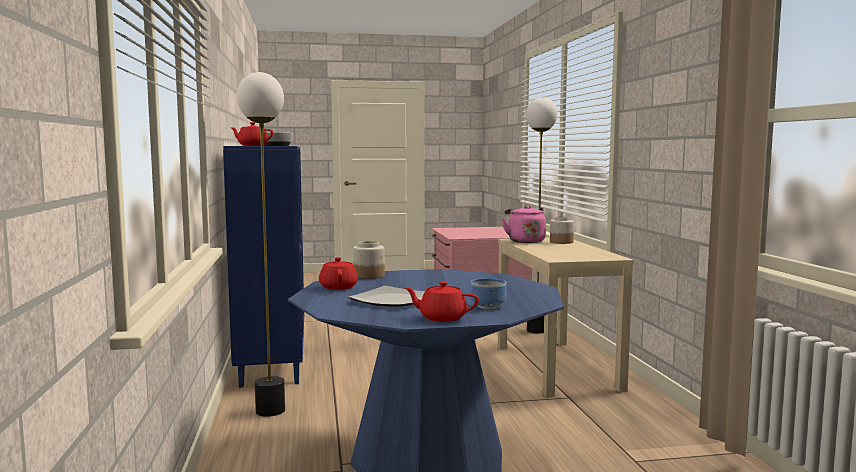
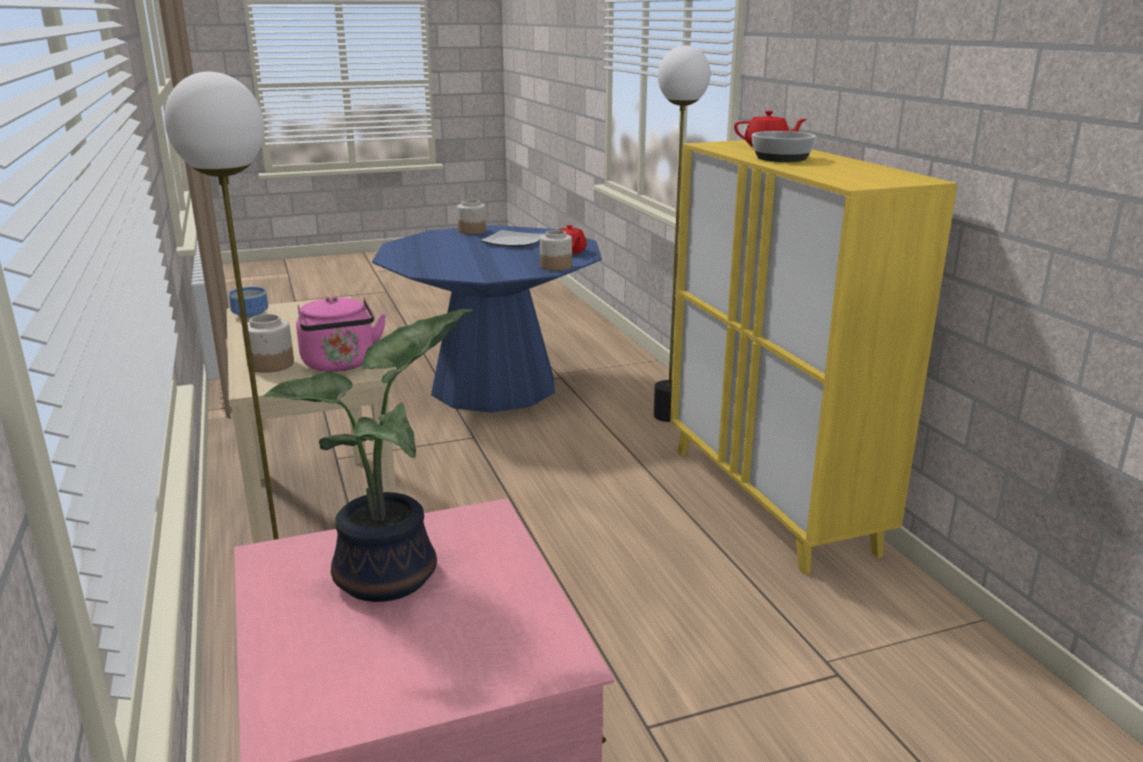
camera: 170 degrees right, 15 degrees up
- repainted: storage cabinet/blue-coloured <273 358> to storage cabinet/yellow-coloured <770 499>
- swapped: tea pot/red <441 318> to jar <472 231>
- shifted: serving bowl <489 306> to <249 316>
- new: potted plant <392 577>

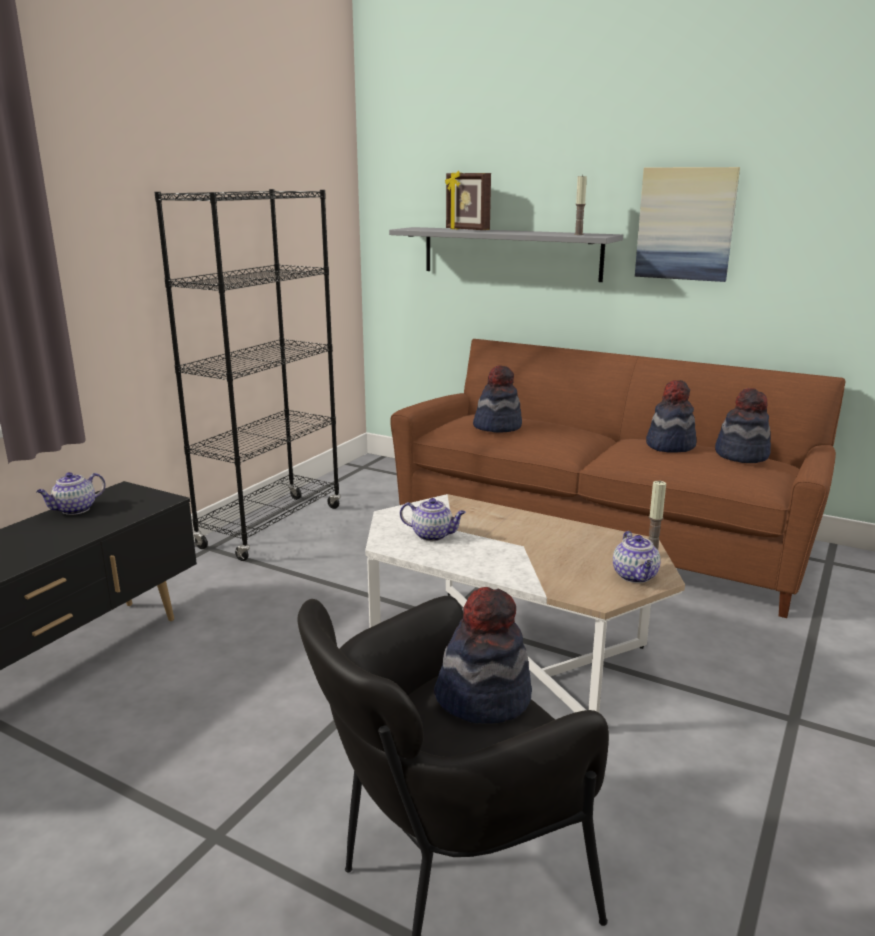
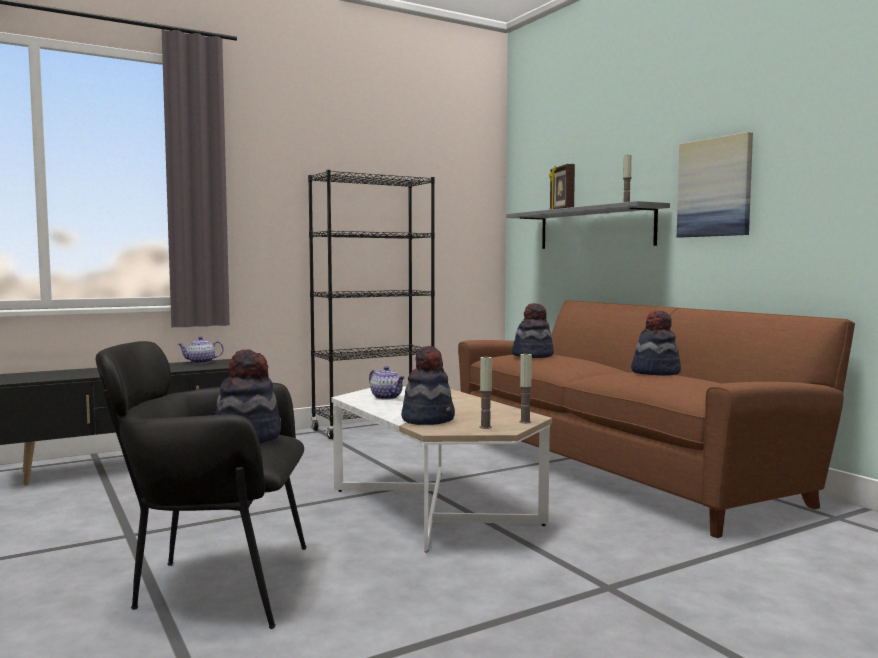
camera: 30 degrees right, 15 degrees down
- swapped: tea pot <635 576> to wax candle <485 427>
- shifted: clothing hat <741 455> to <428 419>

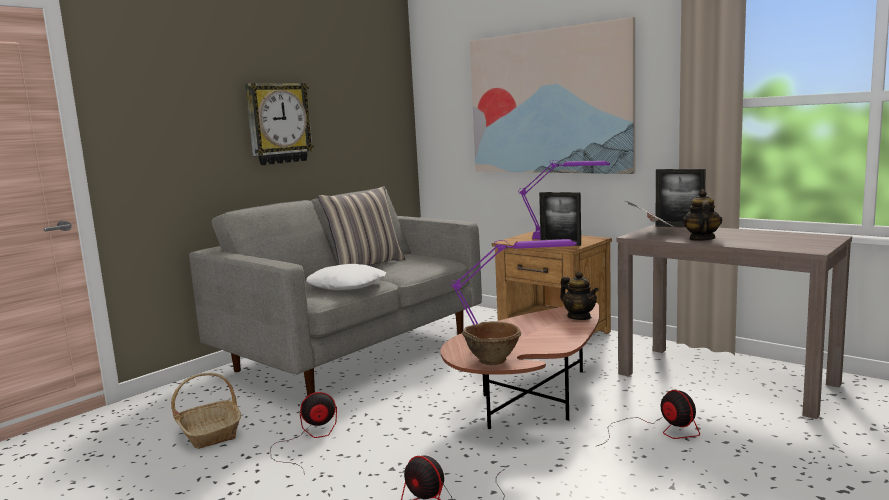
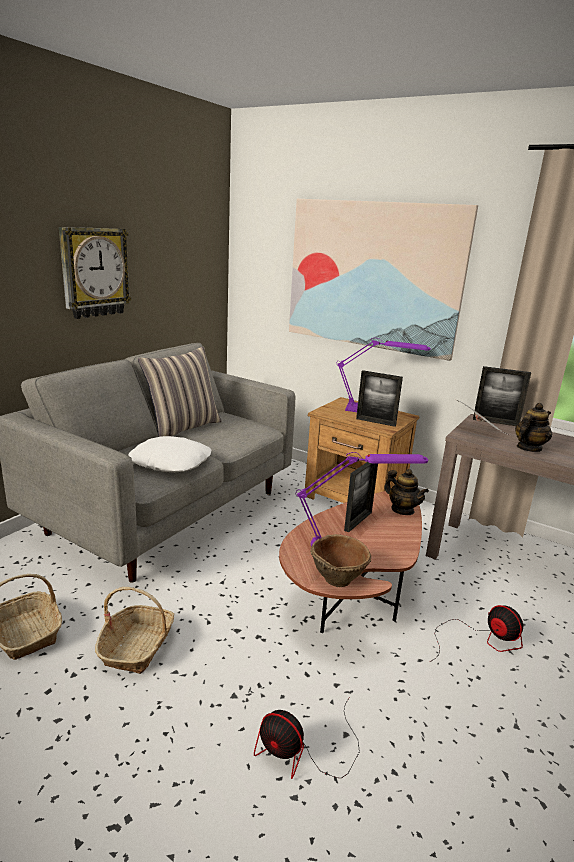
camera: 10 degrees left, 10 degrees up
- swapped: cooling fan <308 439> to household basket <137 646>
- rotated: tea pot <701 239> = <528 448> 45 degrees clockwise
- new: picture frame <358 521>

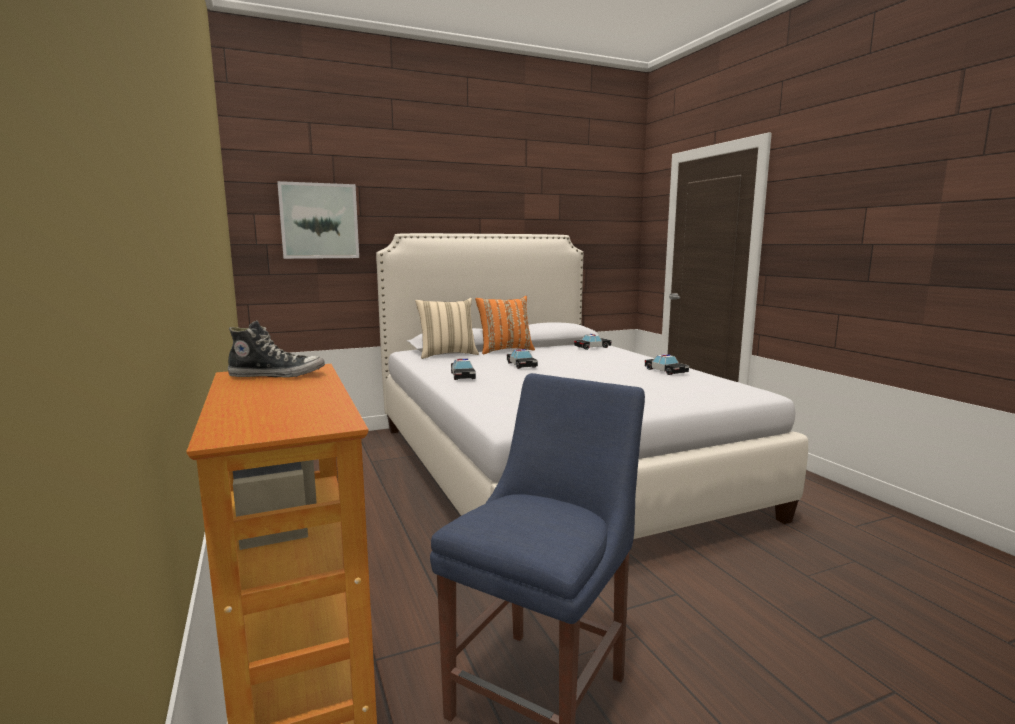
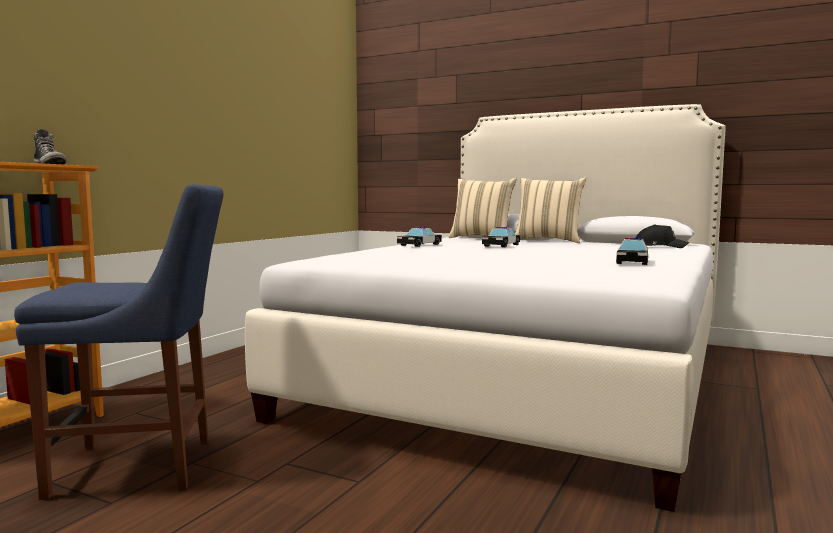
camera: 50 degrees right, 5 degrees down
- gone: wall picture <319 221>
- repainted: cushion/orange <504 350> to cushion/beige <548 241>
- swapped: model car <592 347> to peaked cap/black-coloured <659 246>

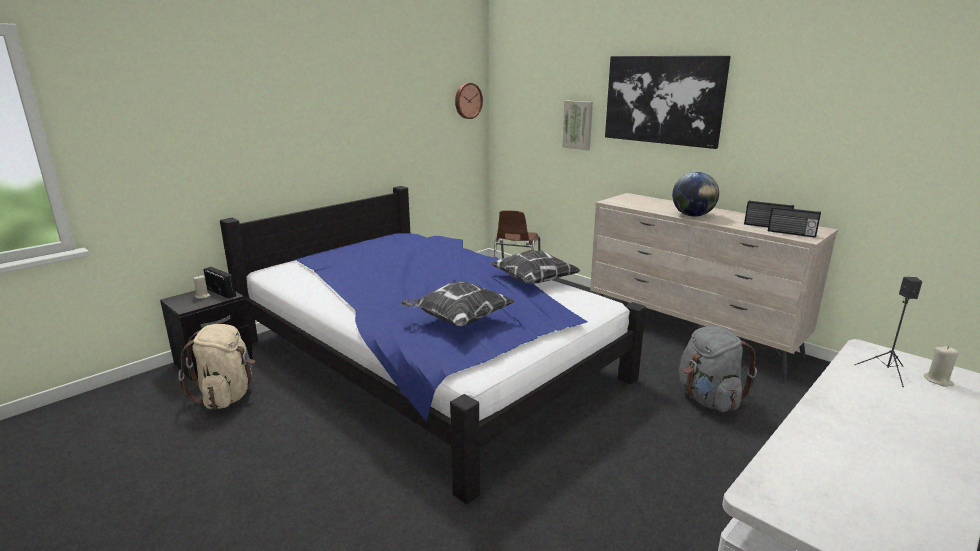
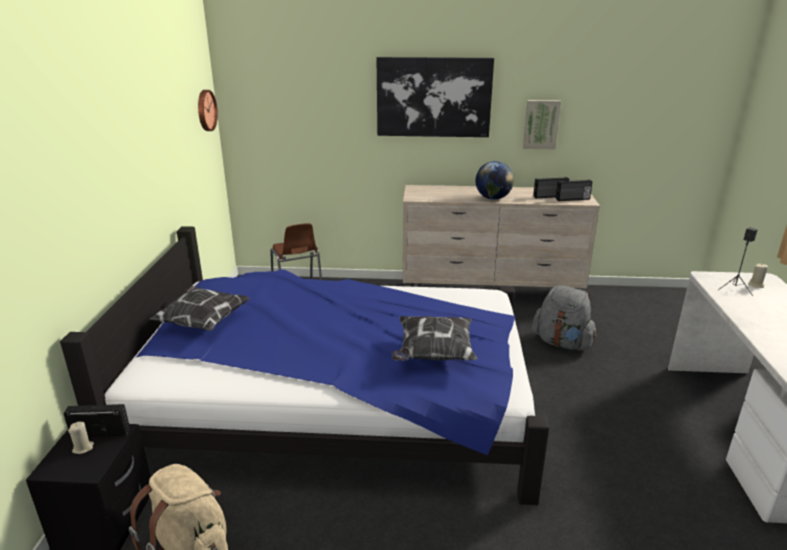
camera: 40 degrees left, 5 degrees up
- shifted: cushion <534 281> to <203 322>
- shifted: wall picture <578 125> to <541 124>

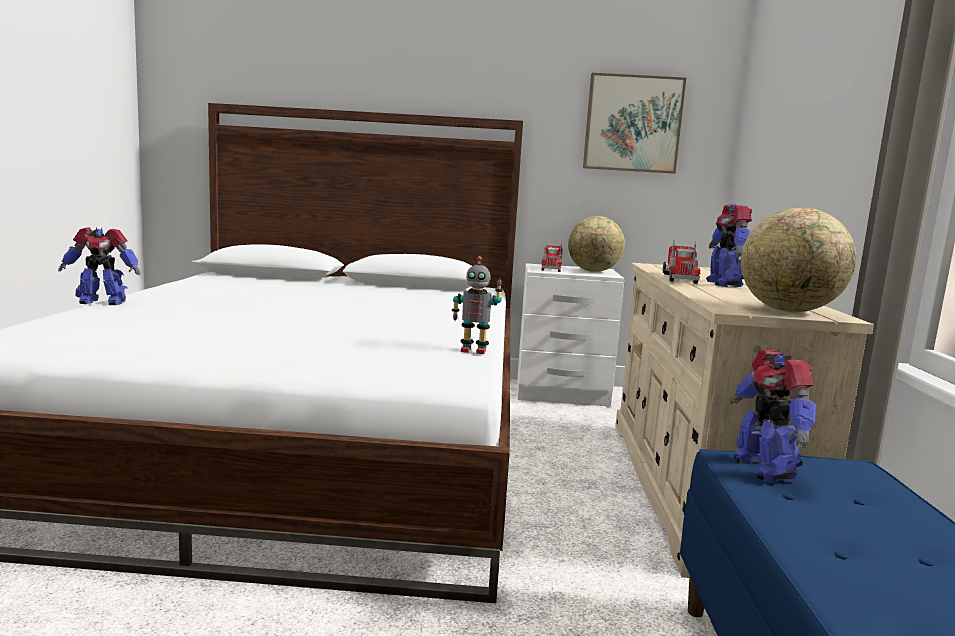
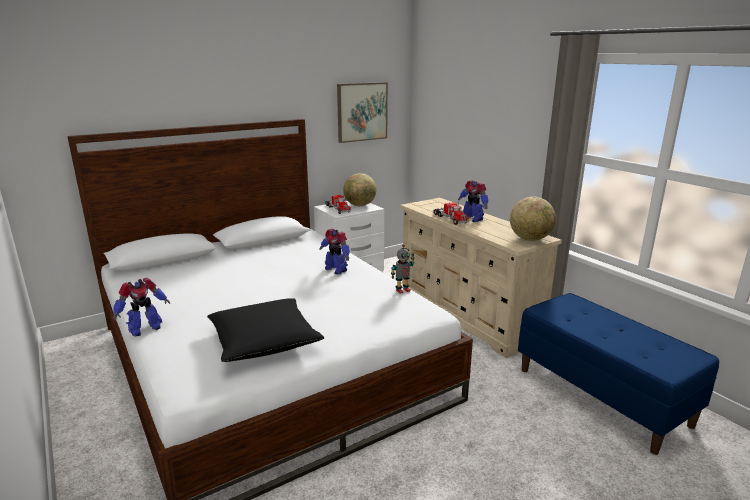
camera: 35 degrees left, 10 degrees up
- shifted: toy robot <764 468> to <336 269>
- new: cushion/black-coloured <264 341>

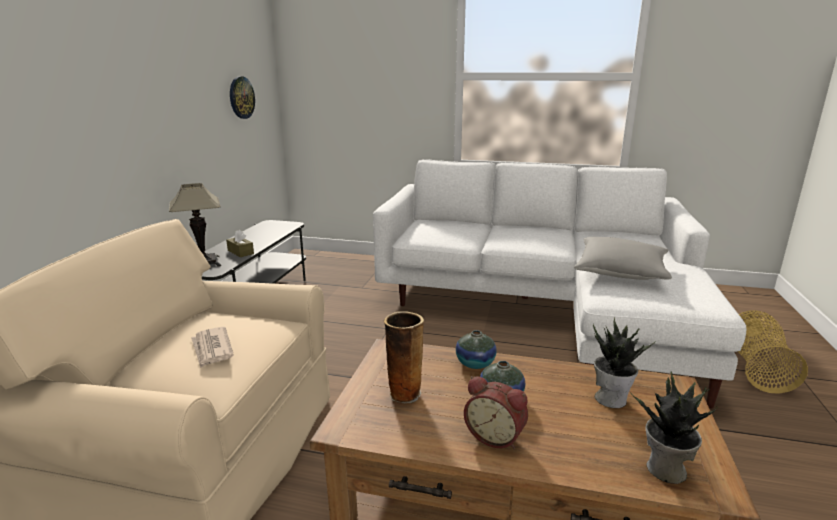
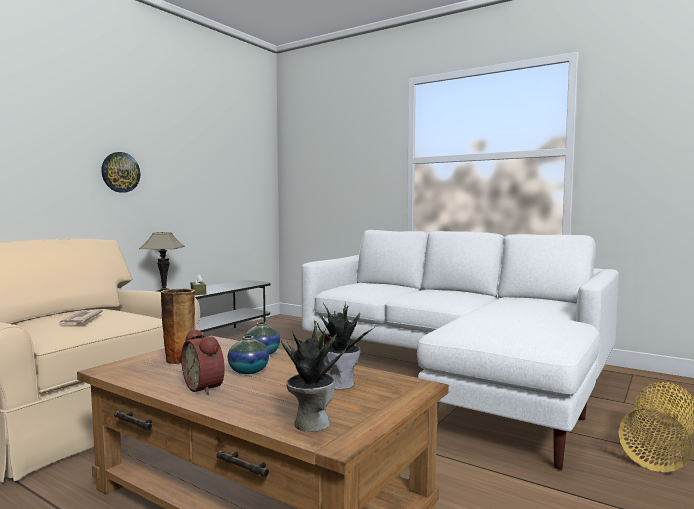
camera: 20 degrees right, 15 degrees down
- shifted: wall clock <241 97> to <120 172>
- gone: cushion/gray <620 272>

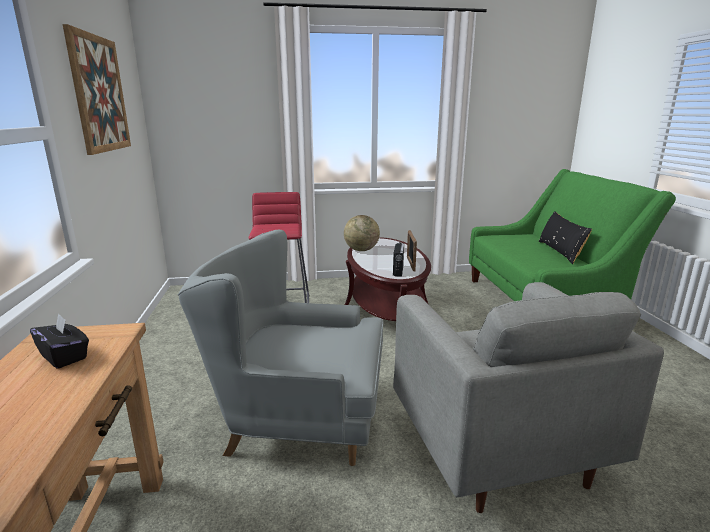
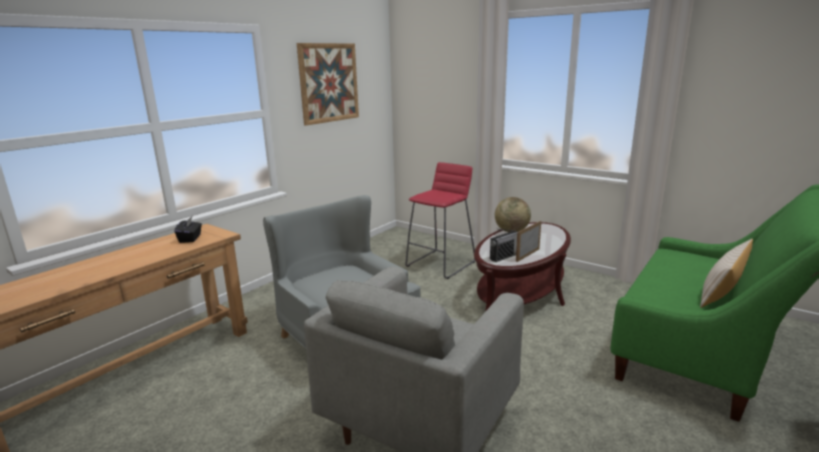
camera: 45 degrees right, 0 degrees up
- repainted: cushion/black-coloured <559 252> to cushion/beige <722 291>

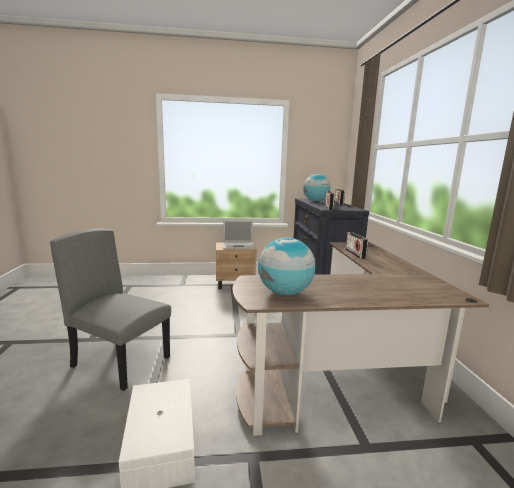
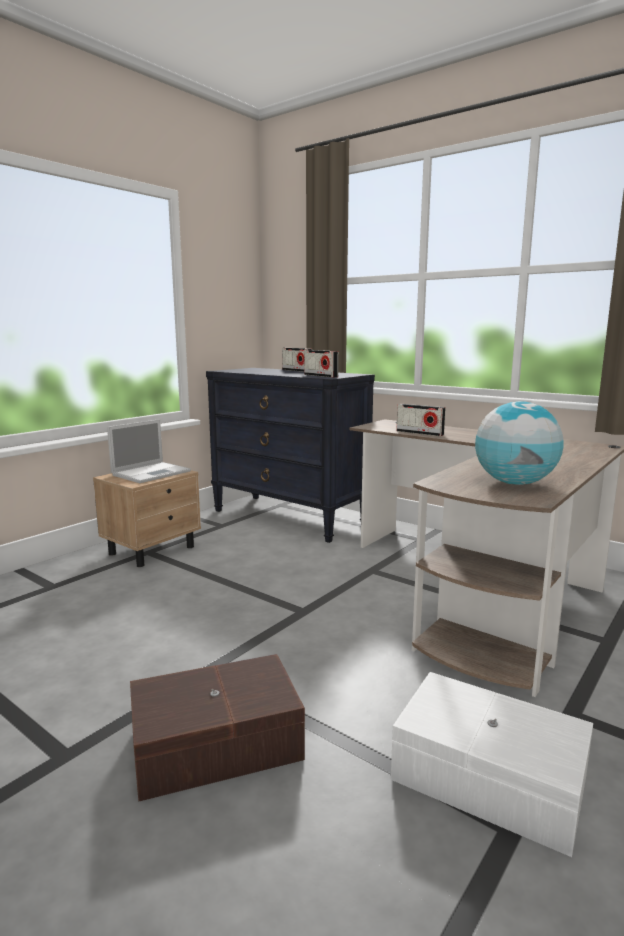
camera: 45 degrees left, 0 degrees up
- swapped: upright chair/gray <121 361> to storage box/brown <214 743>
- gone: globe <315 201>

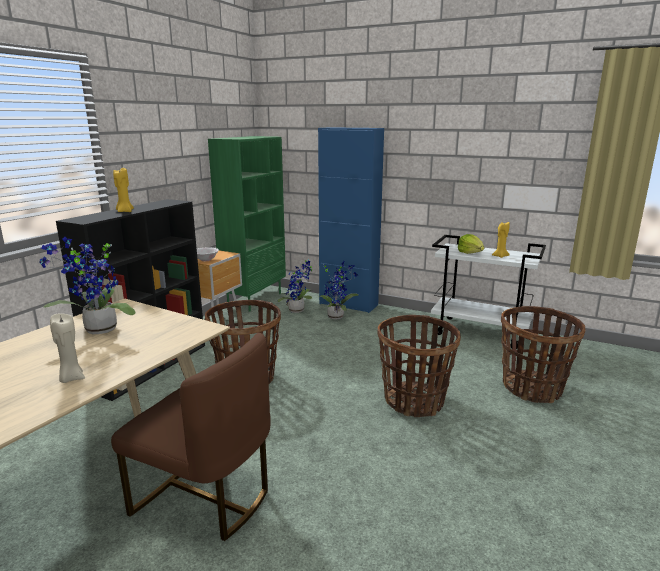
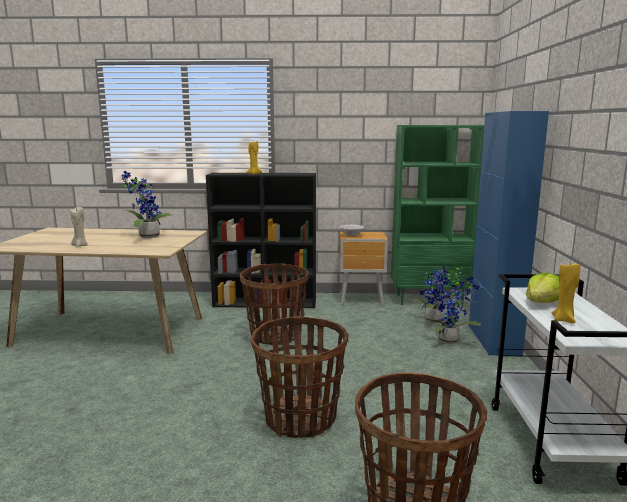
camera: 65 degrees right, 5 degrees down
- gone: upright chair/brown <205 498>

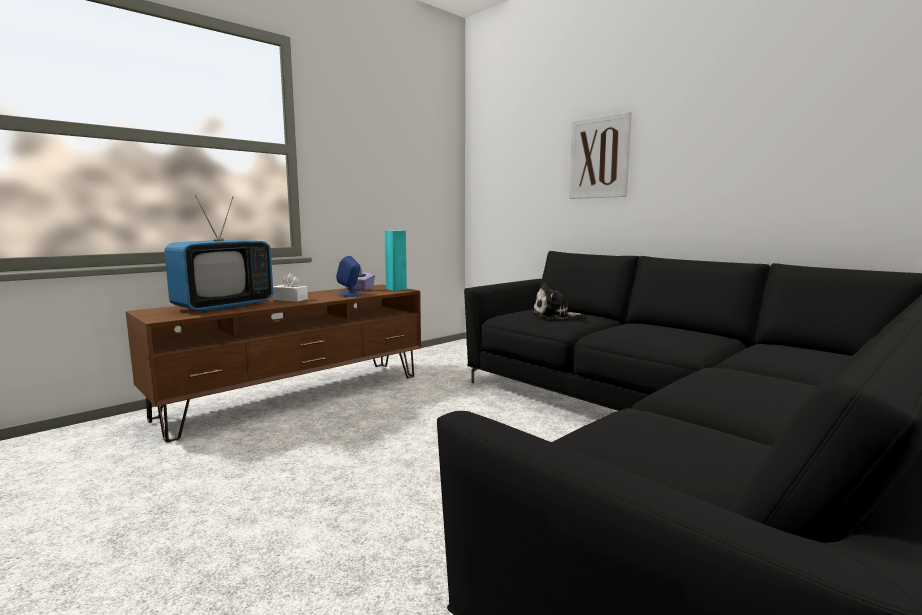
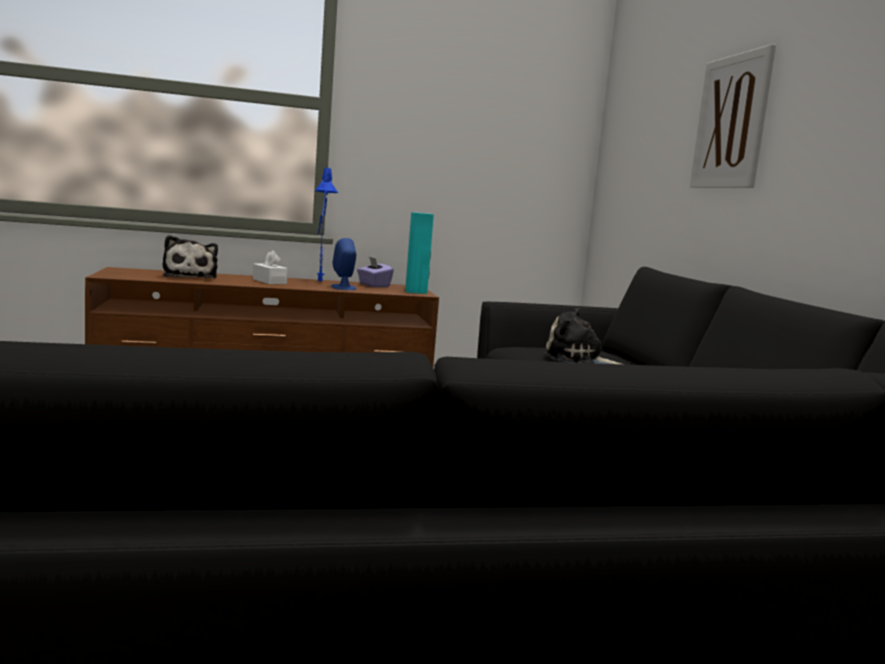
camera: 30 degrees right, 0 degrees up
- swapped: TV set <224 306> to cuddly toy <190 276>
- new: table lamp/blue-coloured <319 283>

